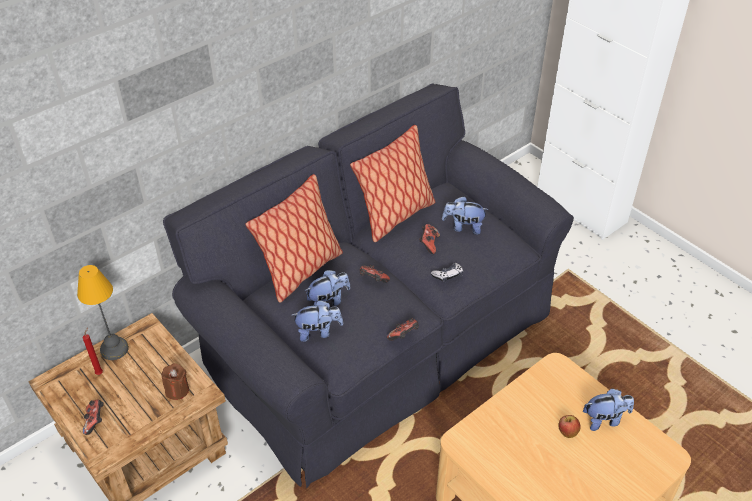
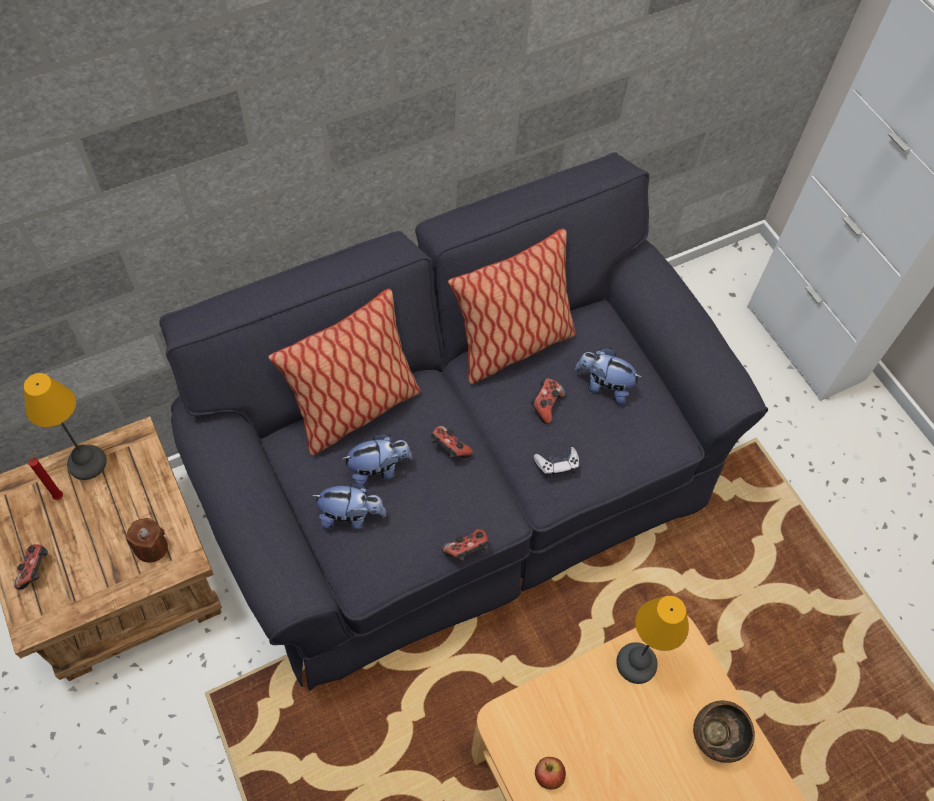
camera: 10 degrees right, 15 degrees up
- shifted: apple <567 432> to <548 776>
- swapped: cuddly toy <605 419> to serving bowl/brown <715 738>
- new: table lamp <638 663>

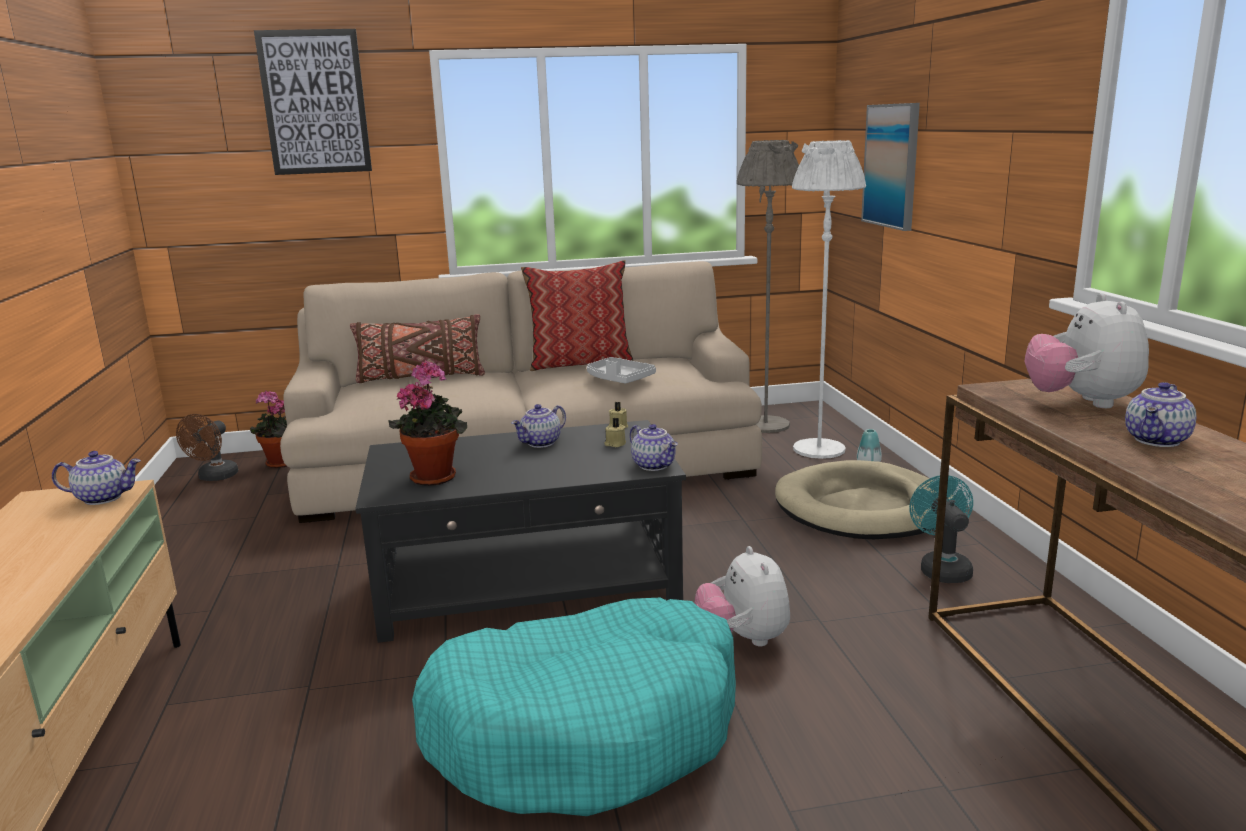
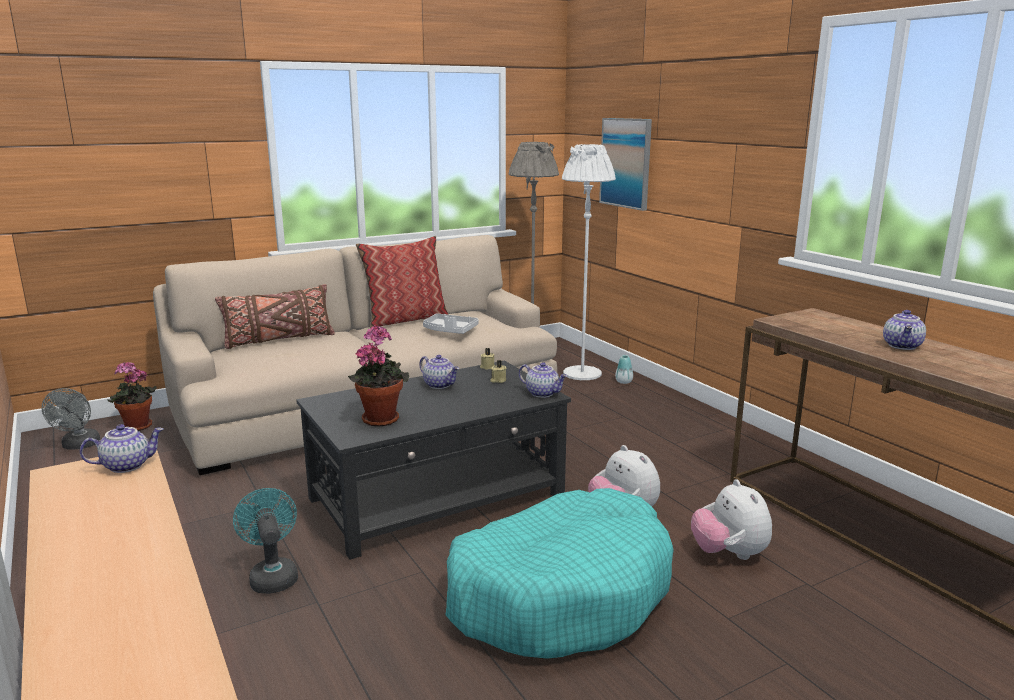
camera: 20 degrees left, 0 degrees up
- repainted: cooling fan/brown <214 477> to cooling fan/gray <79 446>
- gone: wall picture <315 102>
- rotated: tea pot <541 443> = <440 385> 75 degrees counterclockwise
- gone: dog cushion/beige <864 509>
- shifted: cooling fan/blue-green <942 568> to <272 576>
- shifted: cuddly toy <1081 402> to <729 554>

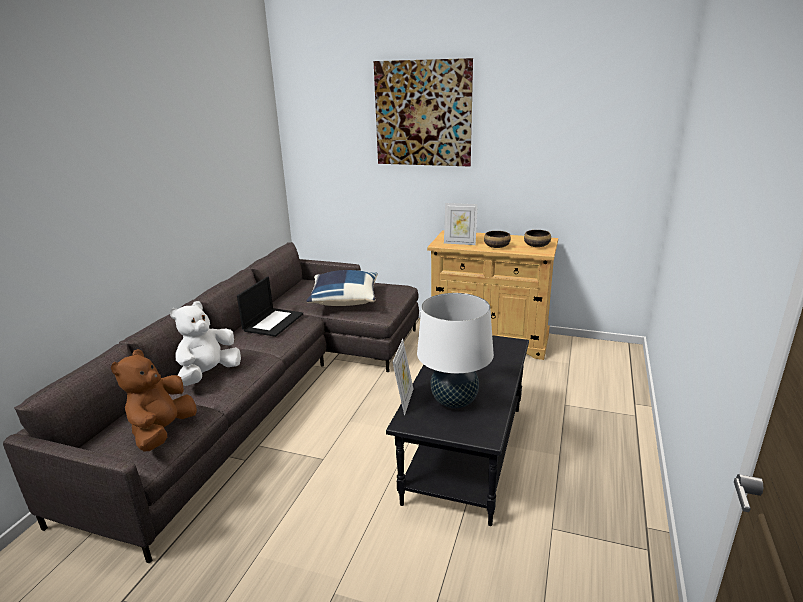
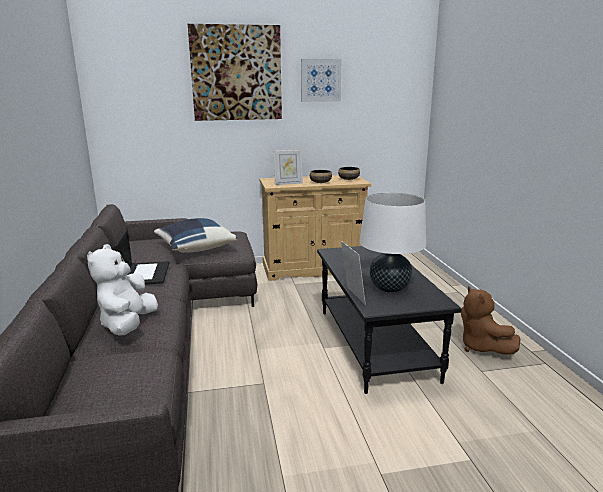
camera: 30 degrees left, 5 degrees down
- shifted: cuddly toy/brown <163 432> to <481 347>
- new: wall picture <320 80>

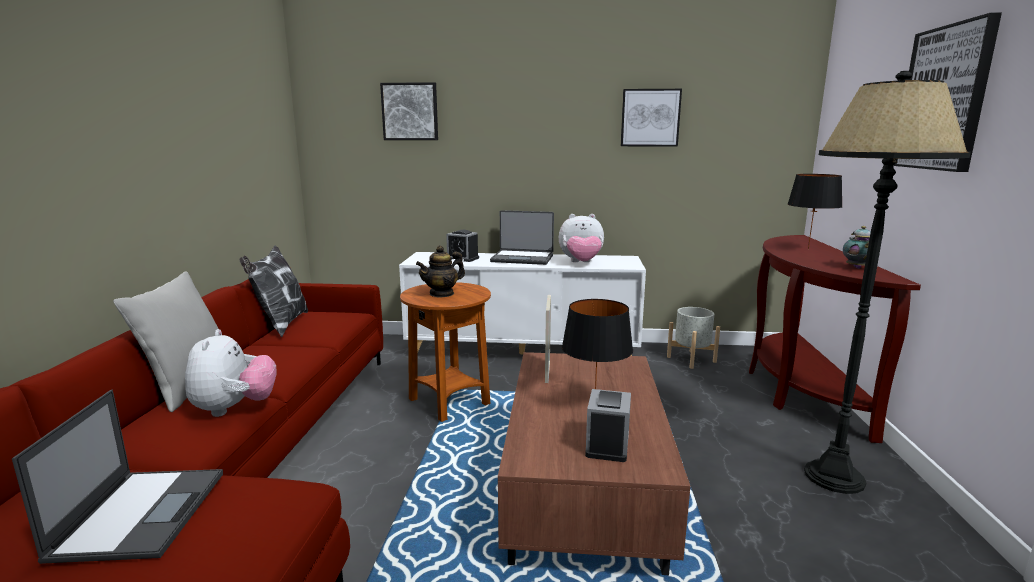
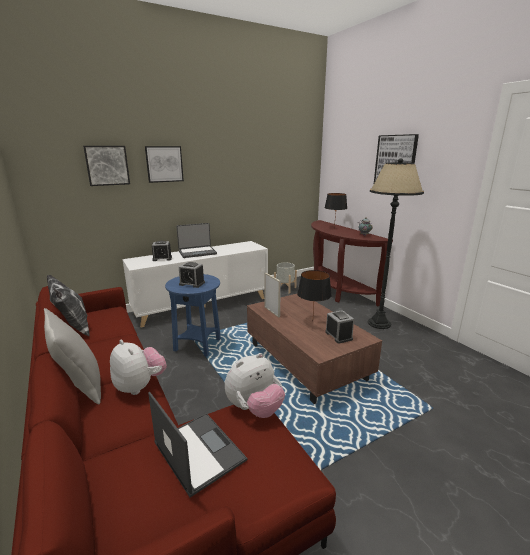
camera: 35 degrees left, 5 degrees up
- repainted: accent table/brown <449 402> to accent table/blue-coloured <198 345>
- swapped: tea pot <442 294> to alarm clock <192 283>
- shifted: cuddly toy <581 263> to <255 409>
- shifted: wall picture <650 118> to <164 164>

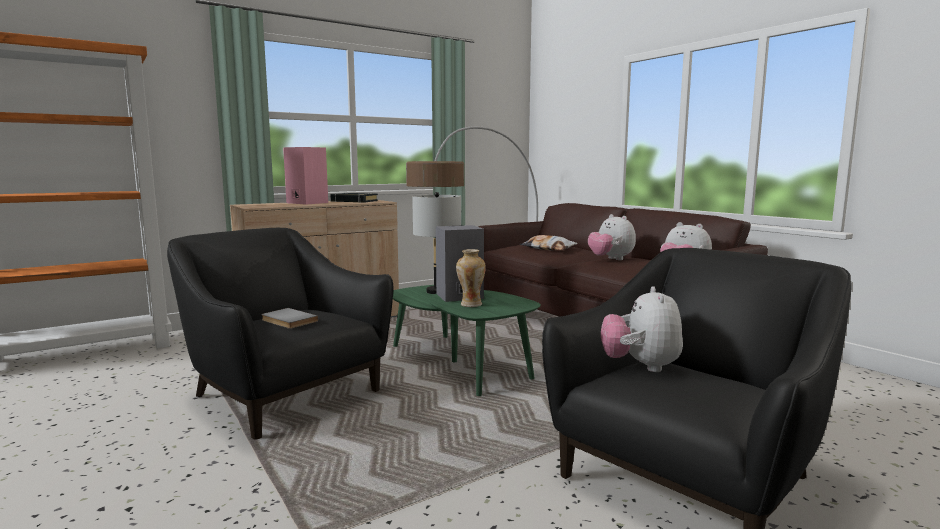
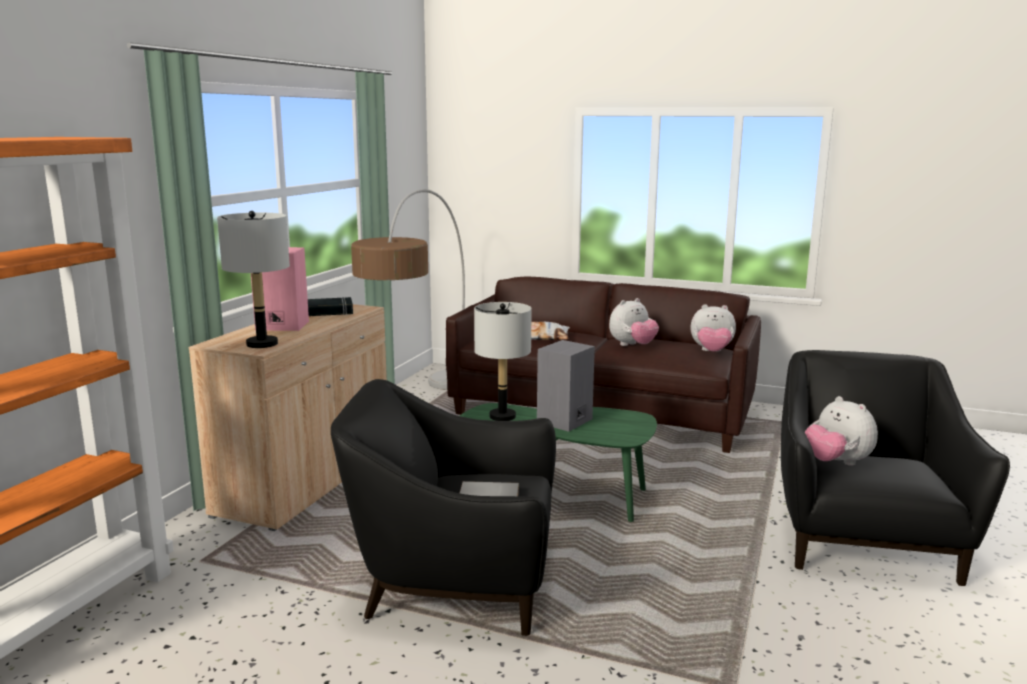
camera: 35 degrees left, 5 degrees up
- gone: flower vase <470 304>
- rotated: cuddly toy <610 259> = <632 345> 60 degrees counterclockwise
- new: table lamp/gray <262 344>

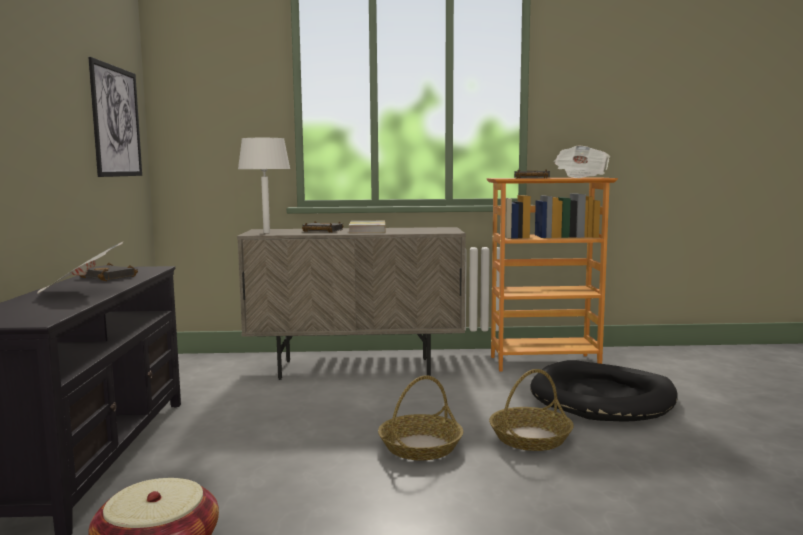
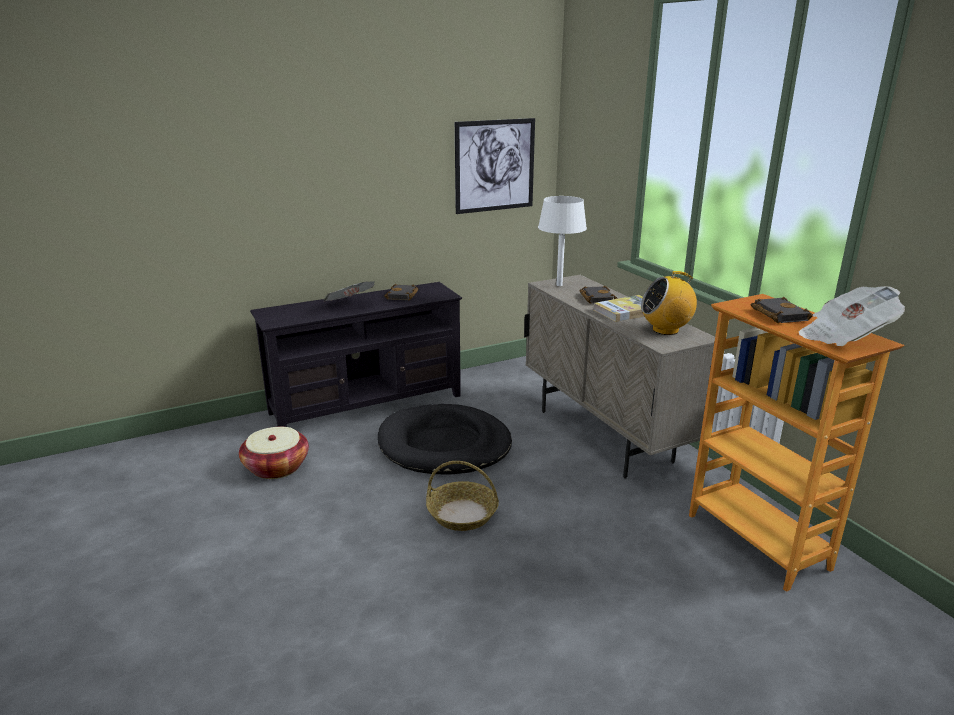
camera: 65 degrees right, 15 degrees up
- gone: household basket <530 438>
- shifted: dog cushion/black-coloured <602 398> to <444 445>
- new: radio <666 330>

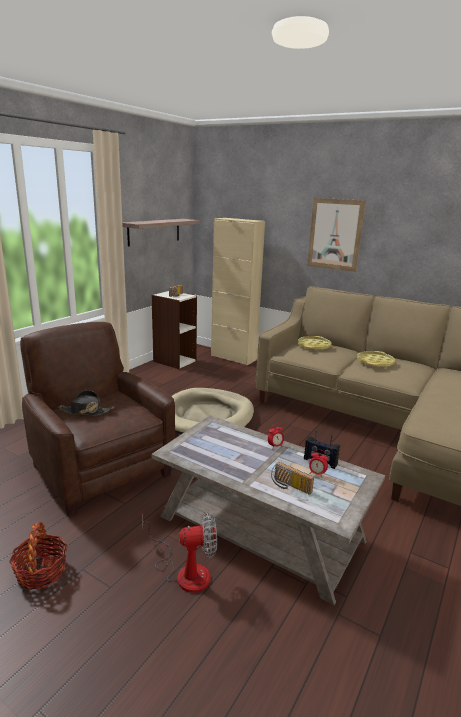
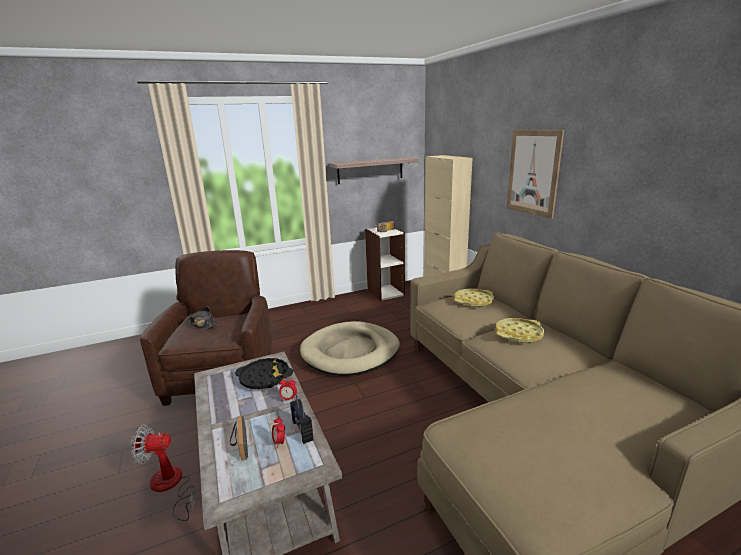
camera: 35 degrees right, 0 degrees up
- gone: household basket <41 572>
- rotated: cooling fan <185 571> = <170 486> 150 degrees clockwise
- new: serving tray/black-coloured <265 377>

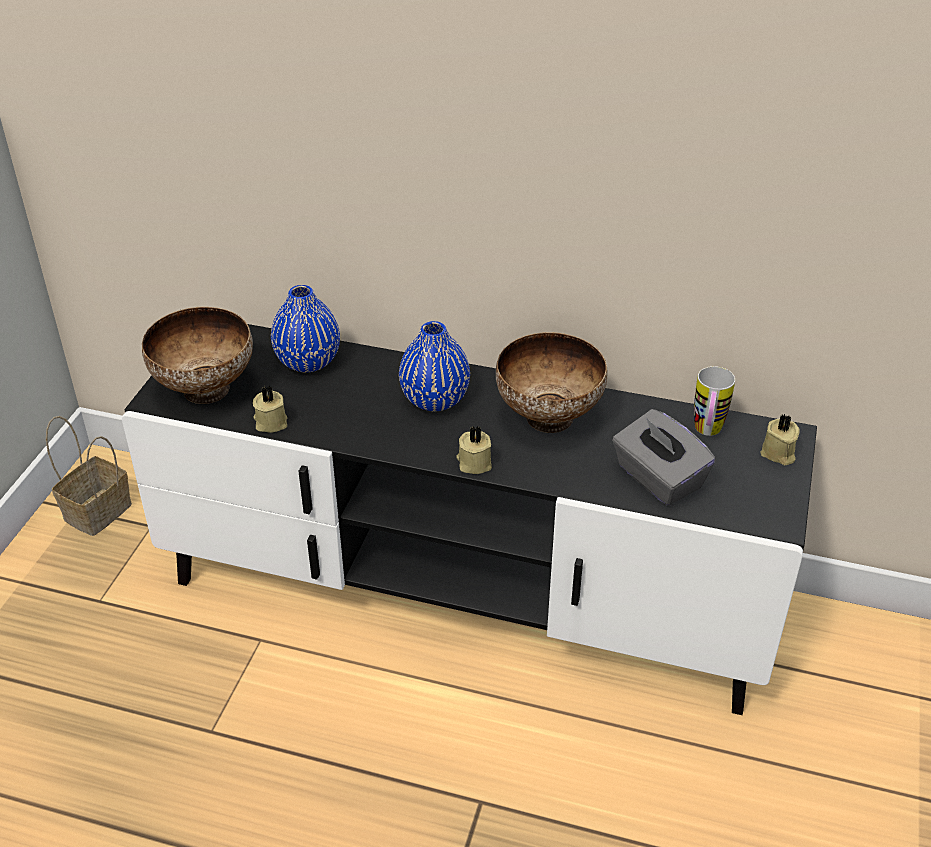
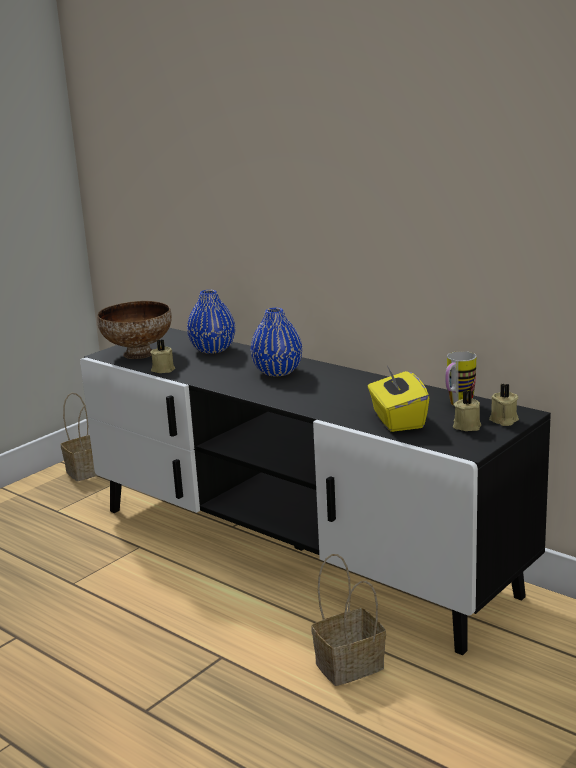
camera: 25 degrees right, 20 degrees down
- shifted: wax candle/beige <474 463> to <466 426>
- gone: serving bowl <548 416>
- repainted: tissue holder/gray <658 479> to tissue holder/yellow-coloured <397 420>
- new: household basket <348 667>

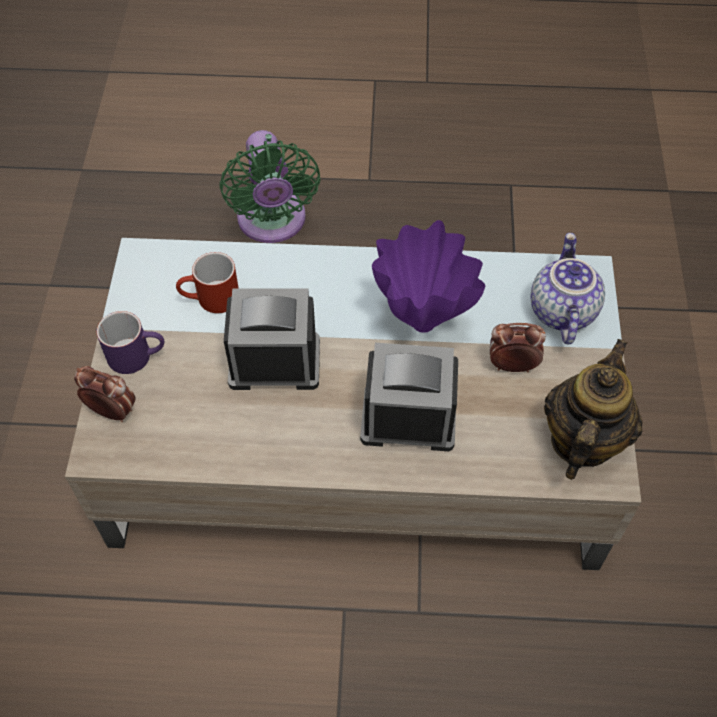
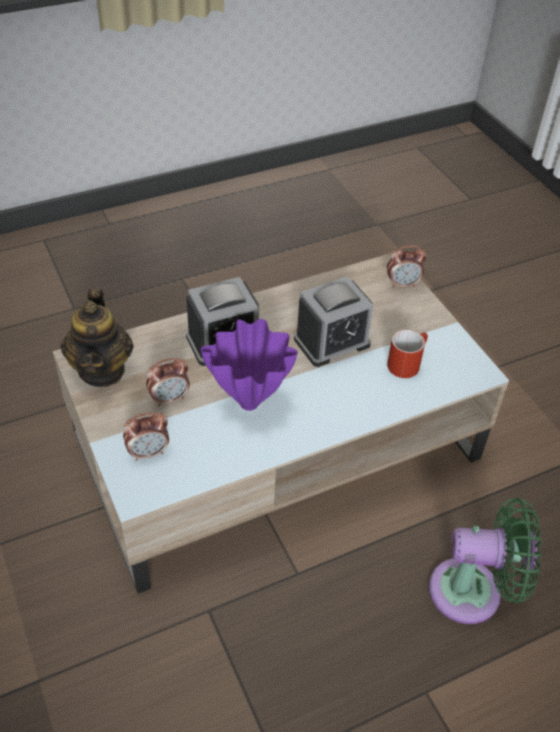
camera: 150 degrees right, 10 degrees down
- gone: mug/purple-coloured <138 355>
- rotated: cooling fan/green-coloured <272 223> = <473 592> 135 degrees clockwise
- swapped: tea pot <560 310> to alarm clock <148 452>

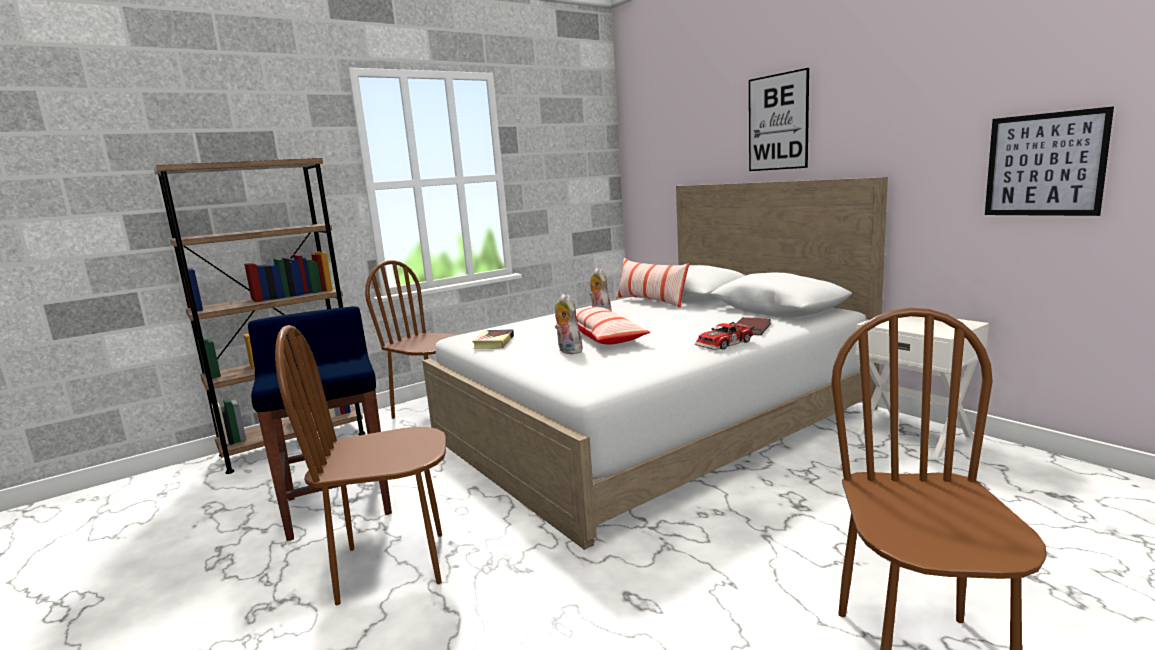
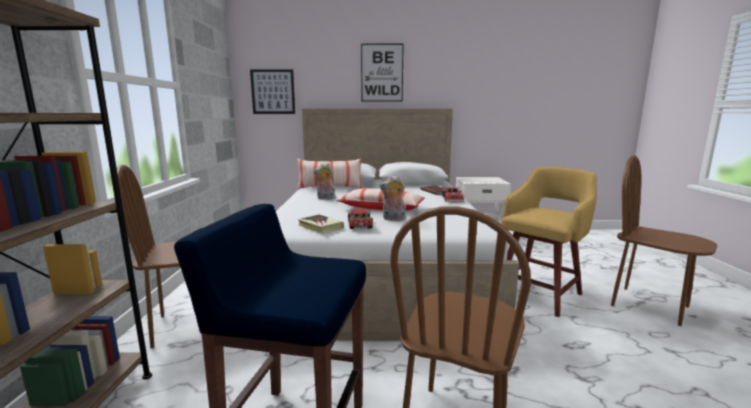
camera: 55 degrees left, 0 degrees up
- shifted: wall picture <1044 165> to <273 92>
- new: model car <358 224>
- new: stool seat/yellow-coloured <540 293>

